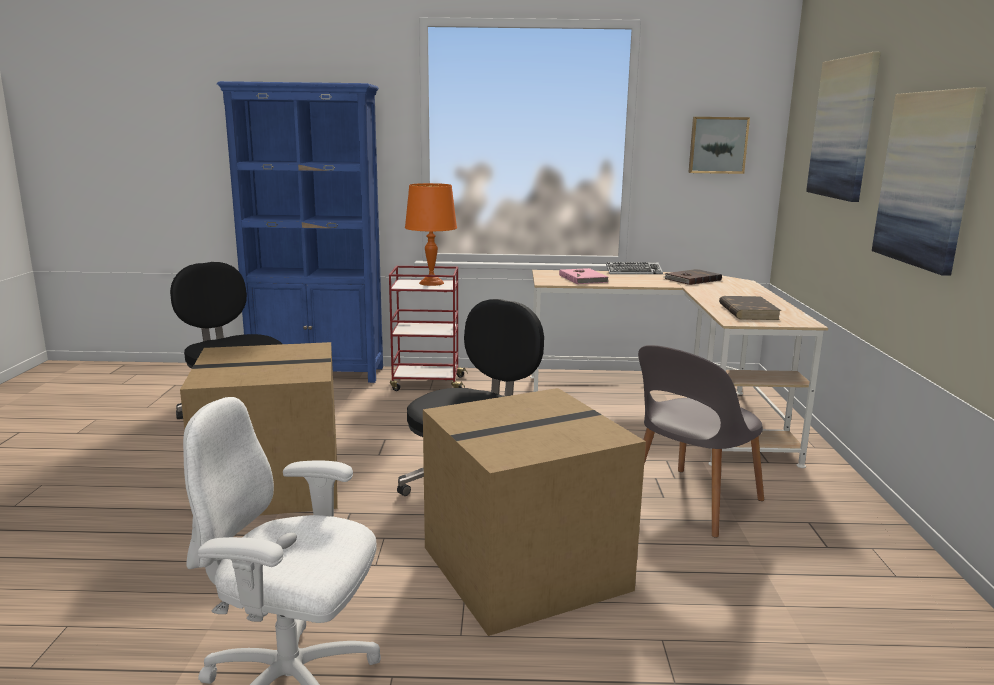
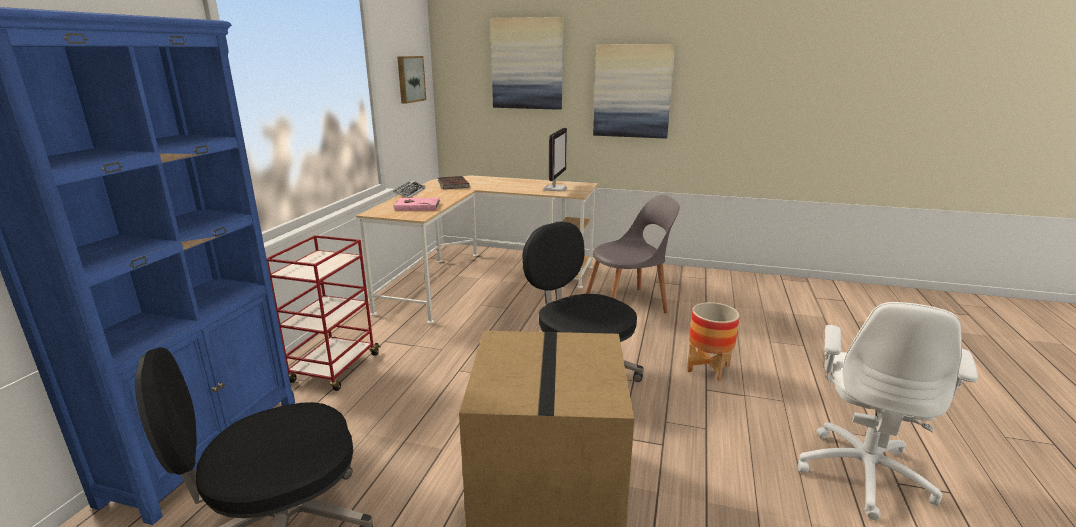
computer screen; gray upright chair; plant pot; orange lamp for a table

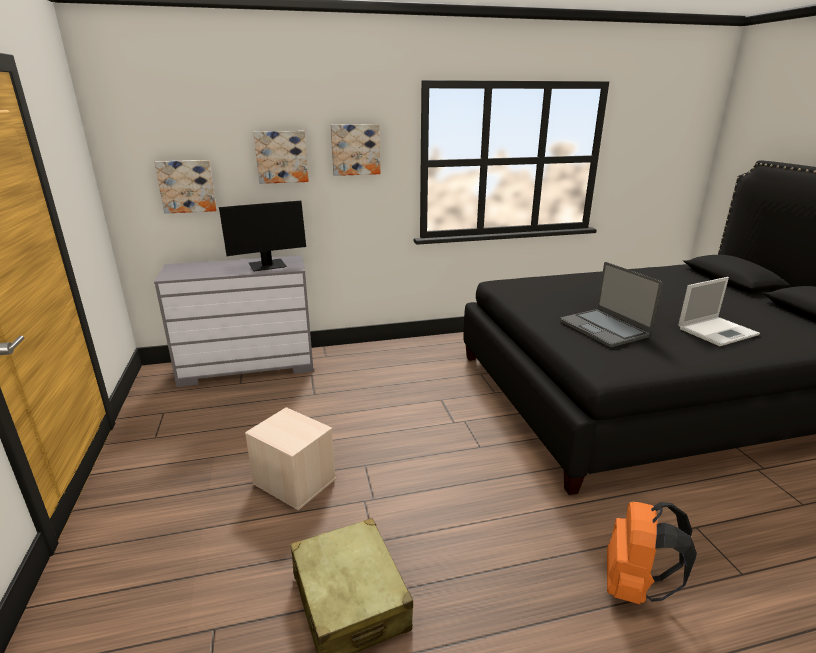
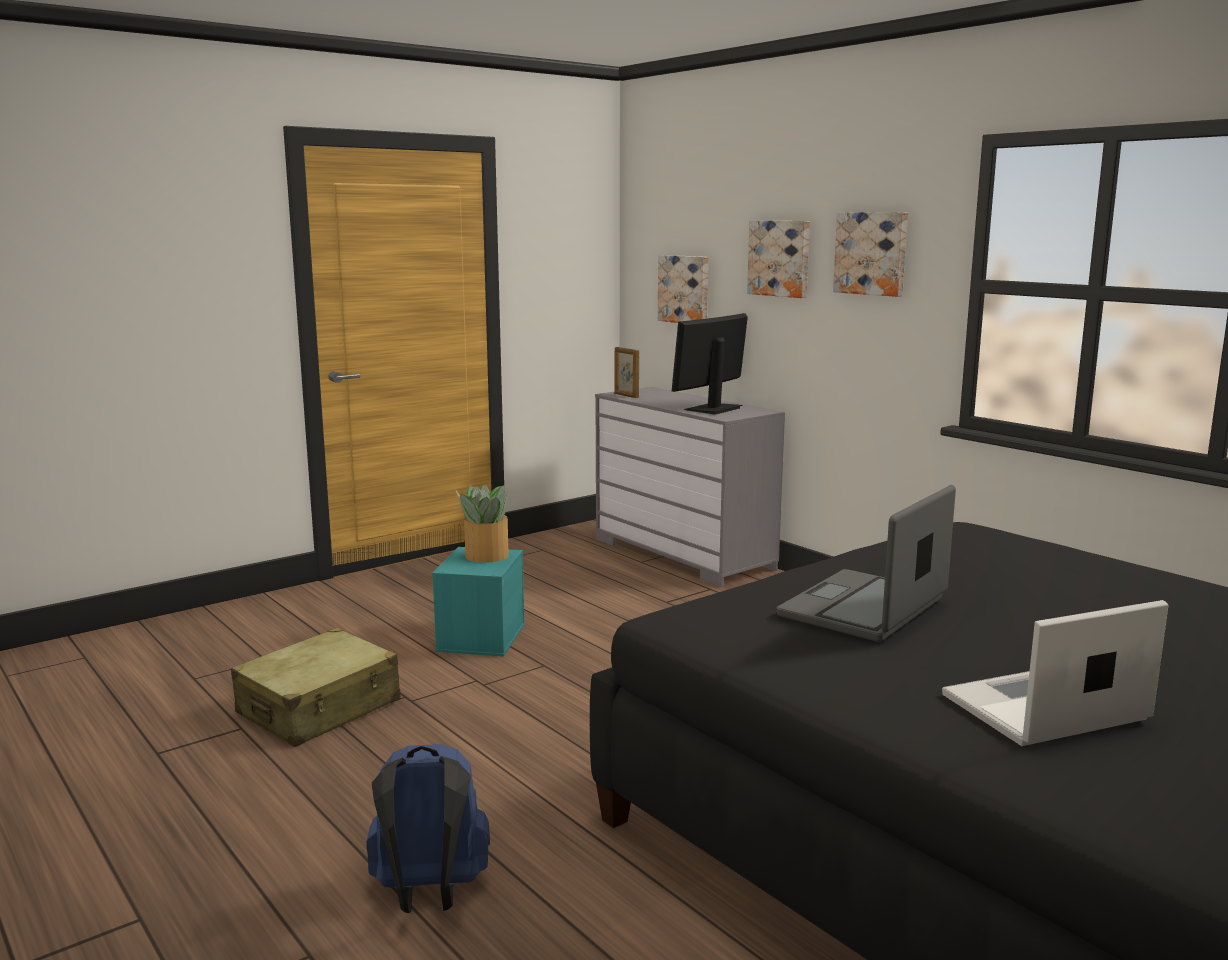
blue-coloured rucksack; turquoise-coloured storage box; plant in a pot; picture frame; computer screen; portable computer (no. 2 from left)

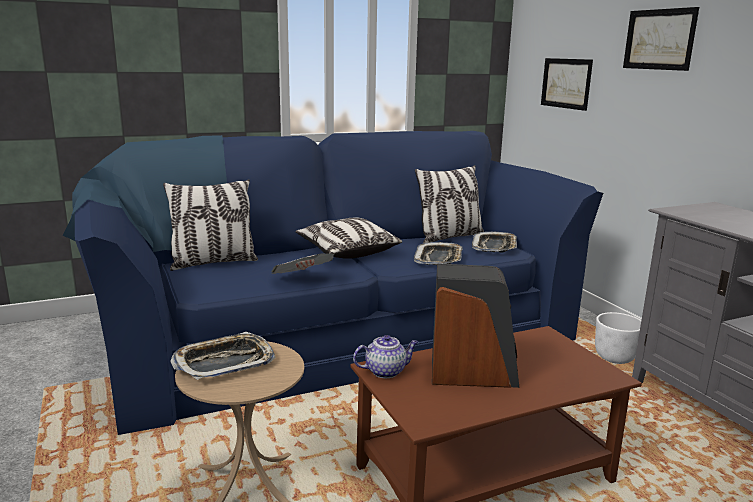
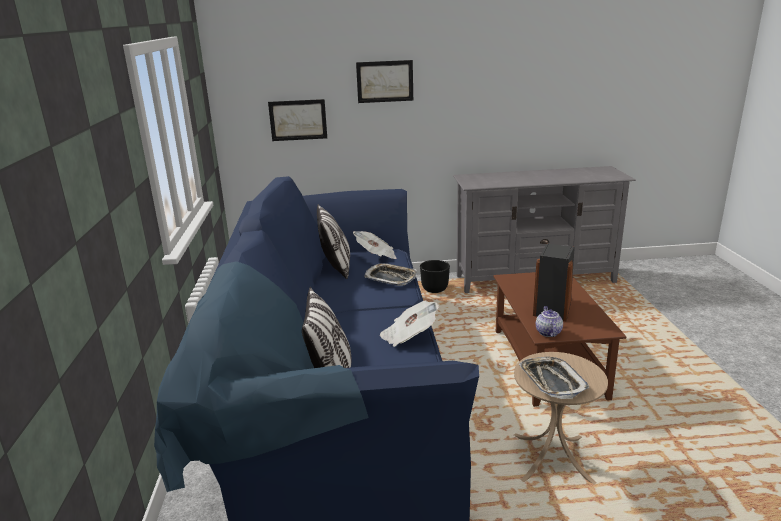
newspaper (no. 1 from left); black-coloured plant pot; cushion (no. 2 from left in the first image)

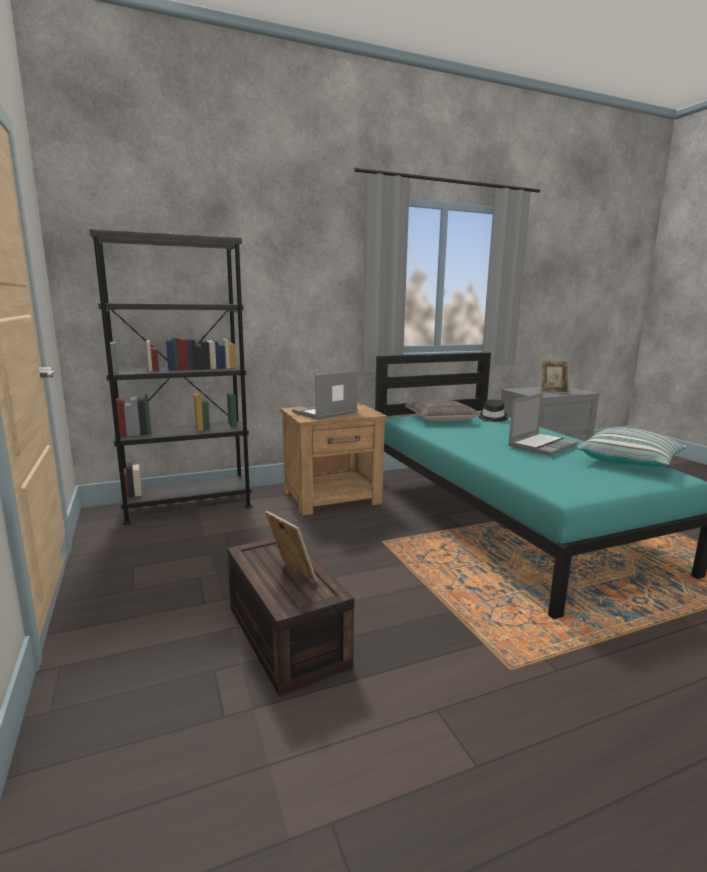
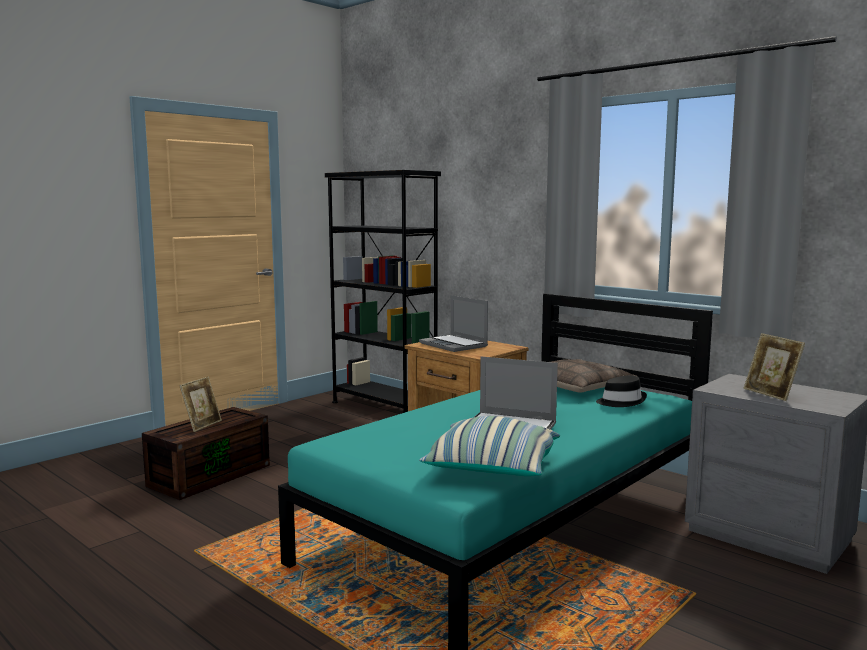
portable computer (no. 1 from left)

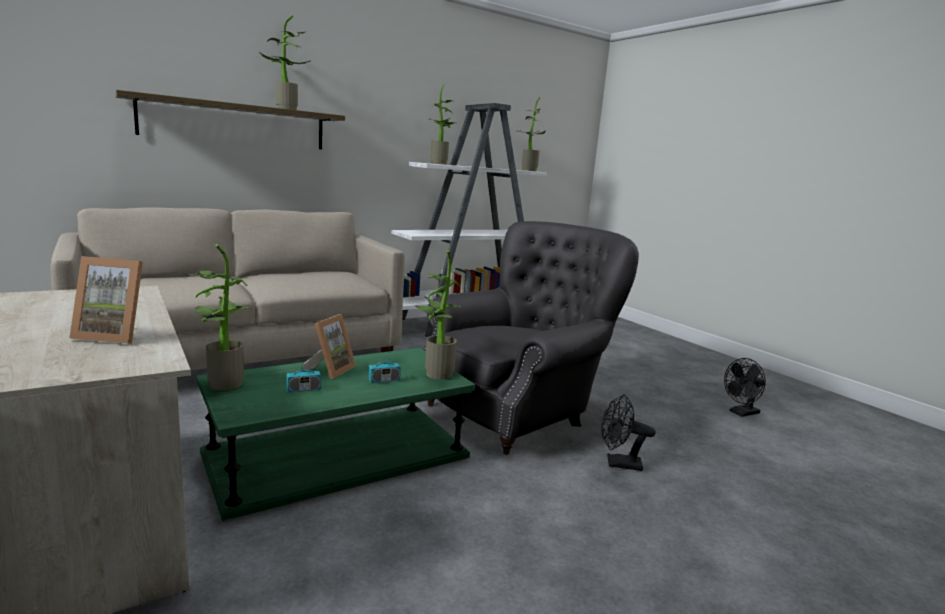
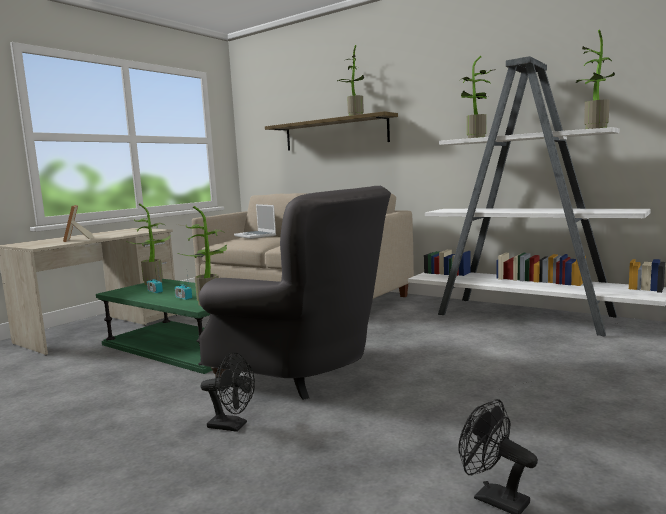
black-coloured electric fan (no. 1 from left); portable computer; picture frame (no. 2 from left in the first image)

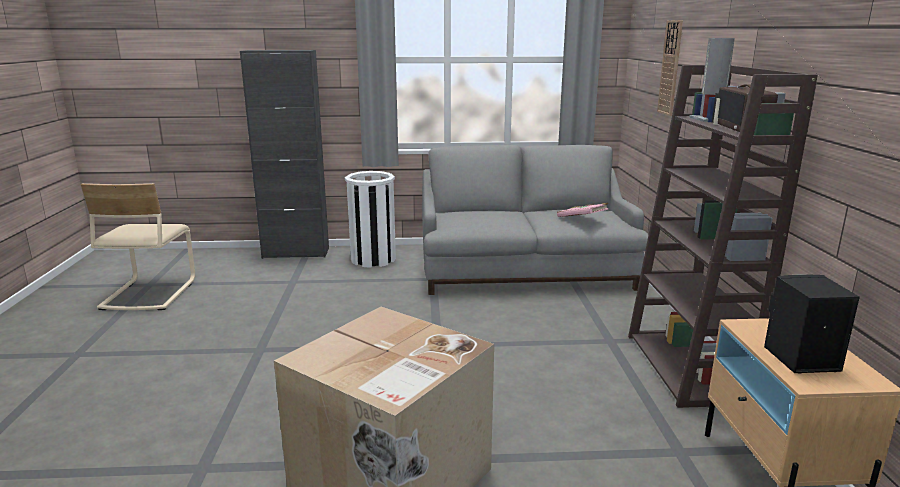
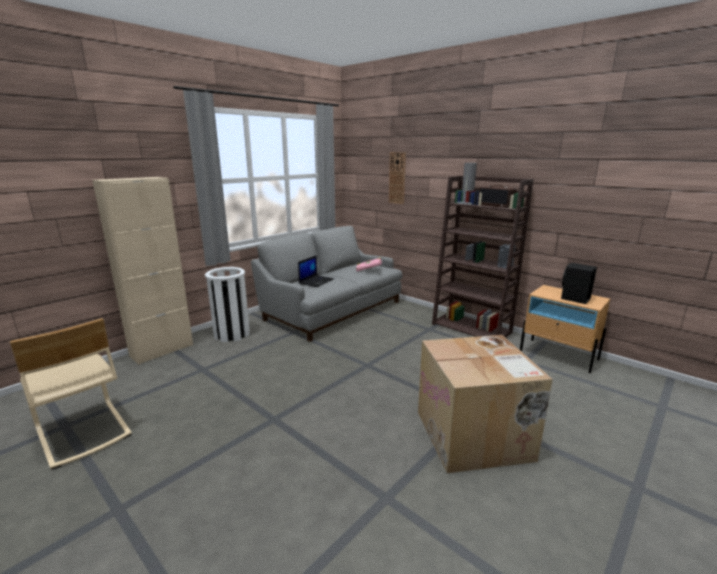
beige-coloured cupboard; portable computer

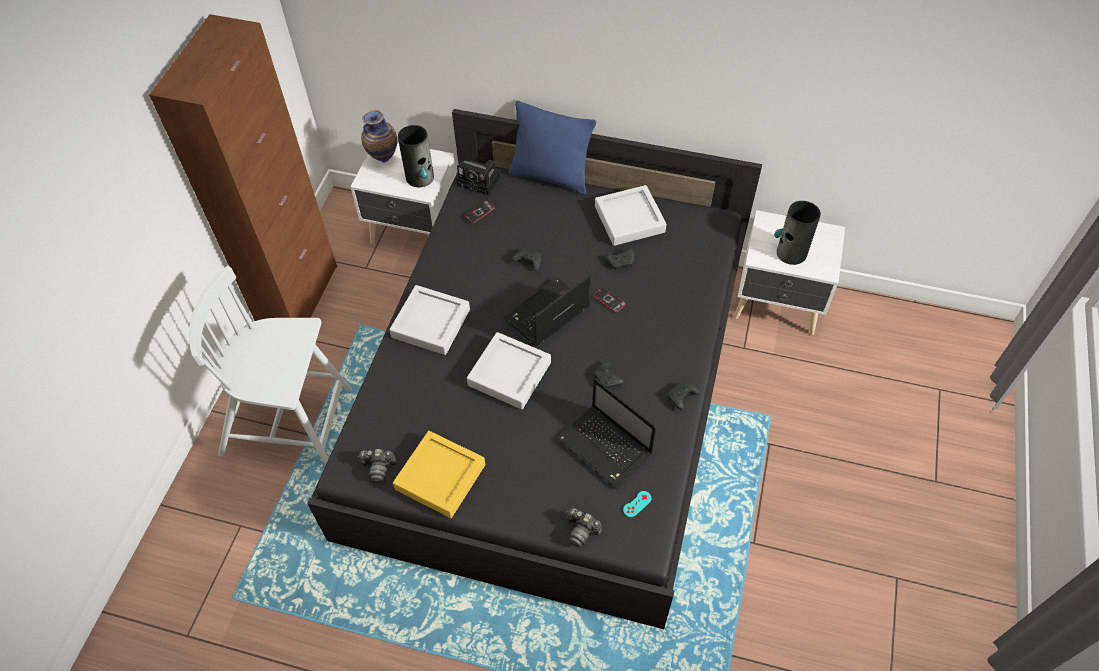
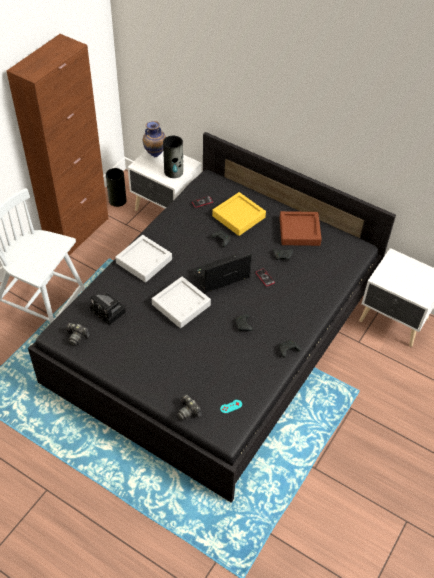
photo camera (no. 2 from left); vase (no. 1 from left); yellow-coloured carrying tray; brown-coloured carrying tray; blue-coloured cushion; portable computer (no. 2 from left in the first image)

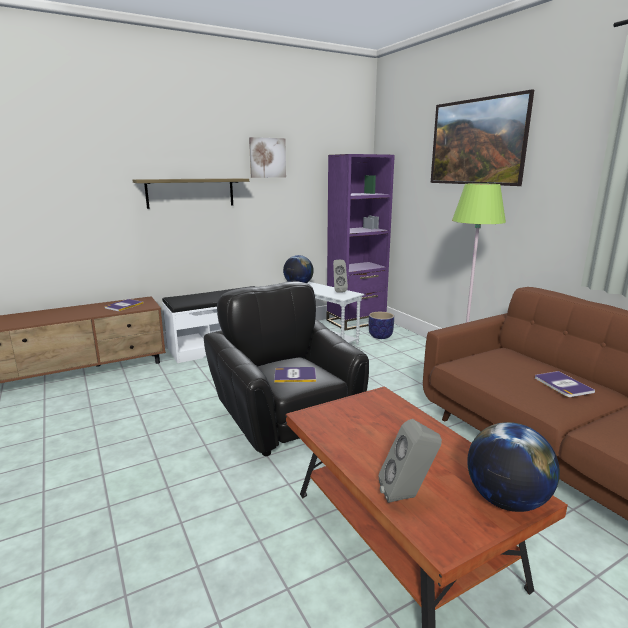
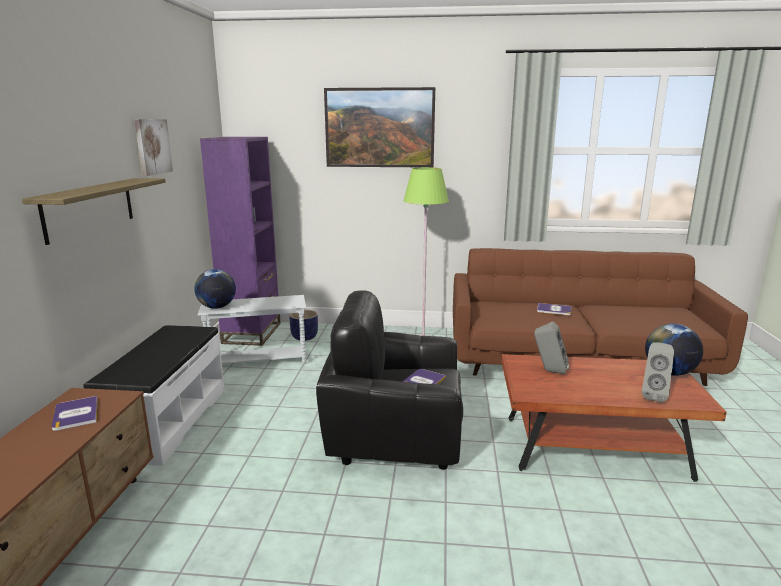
gray loudspeaker (no. 1 from left)

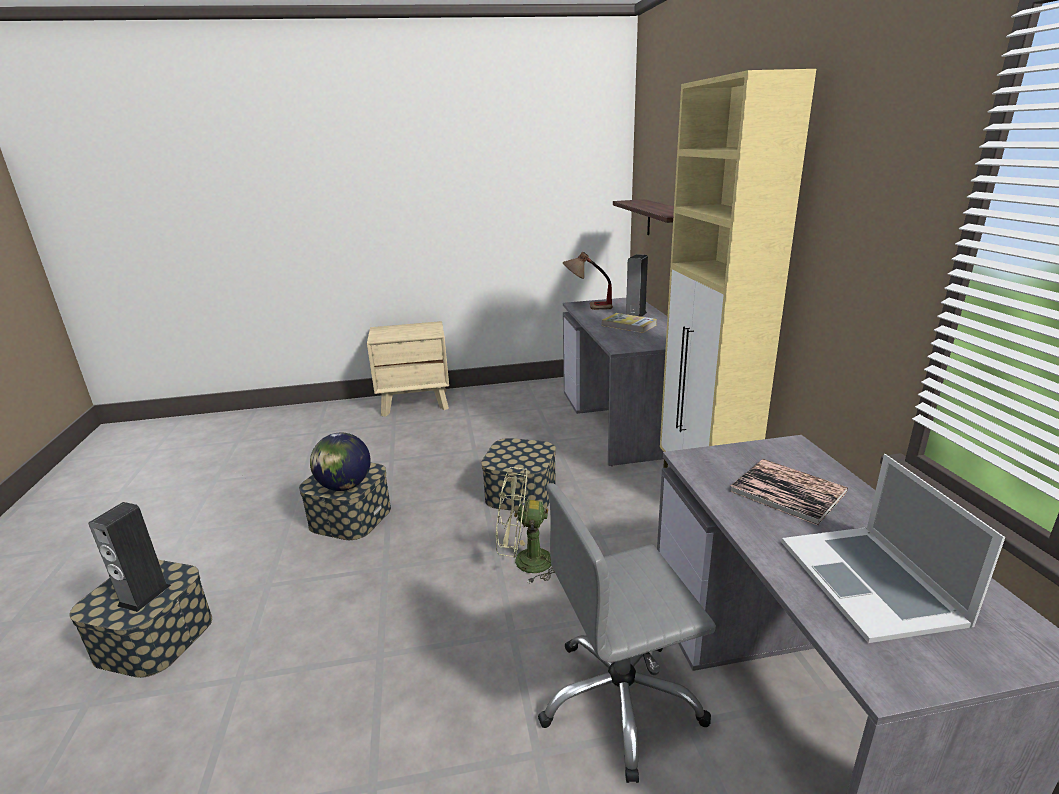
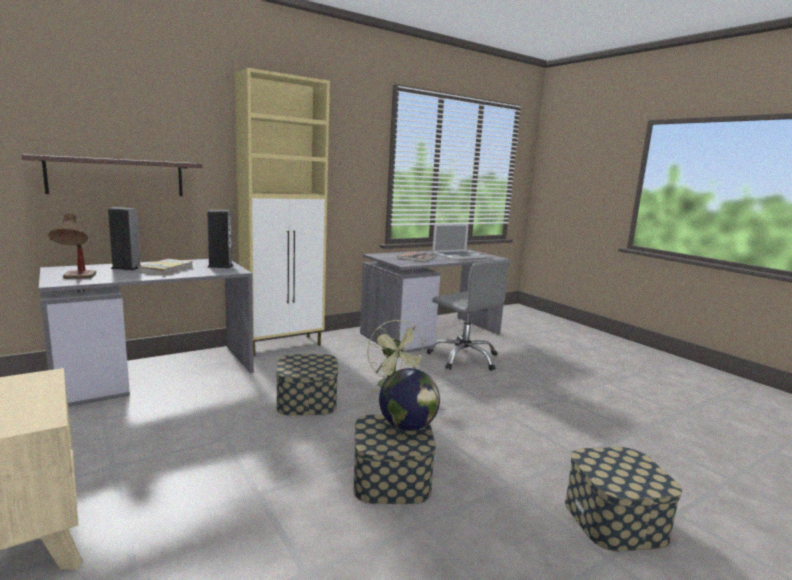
loudspeaker (no. 2 from left)

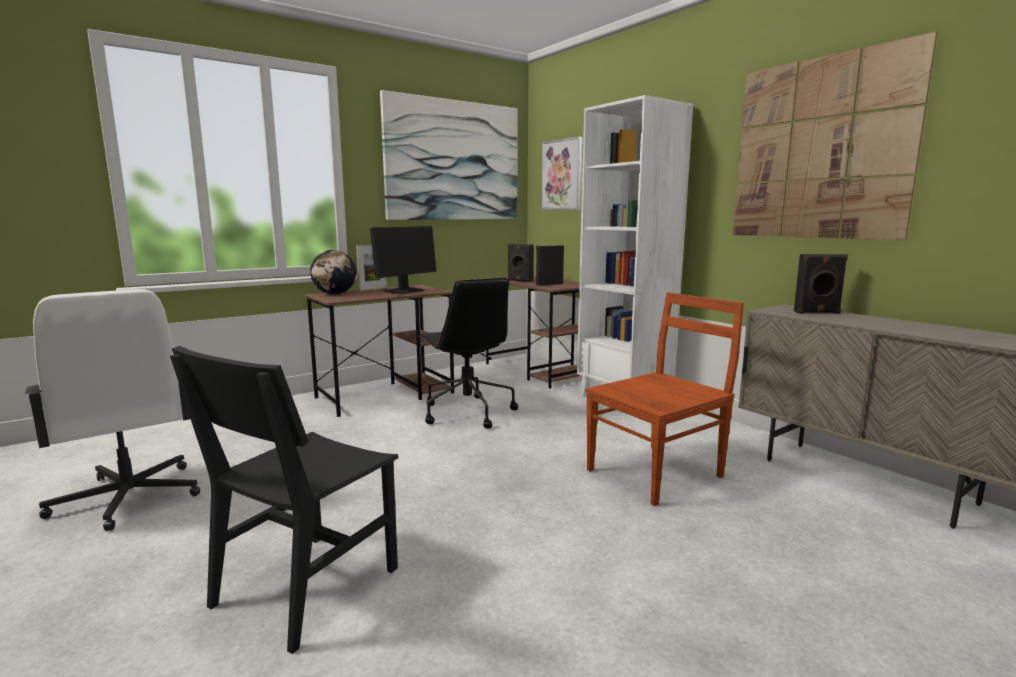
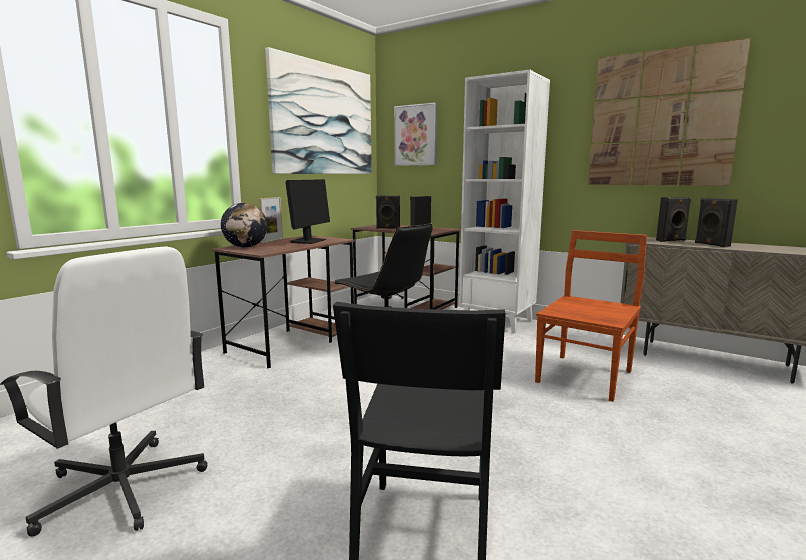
black-coloured loudspeaker (no. 4 from left)

